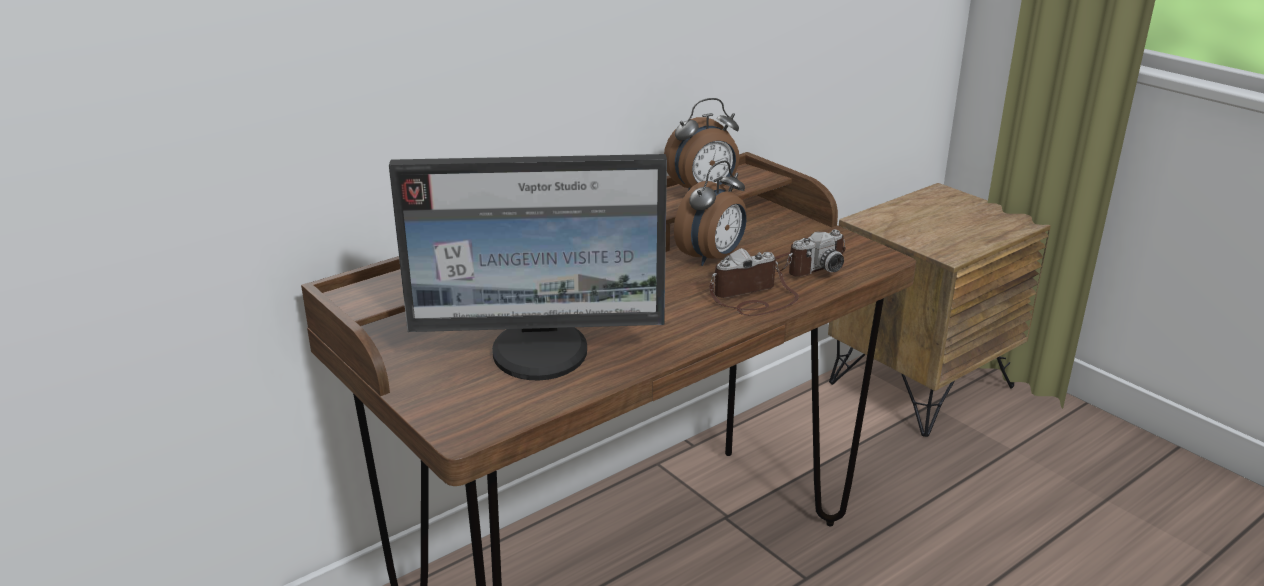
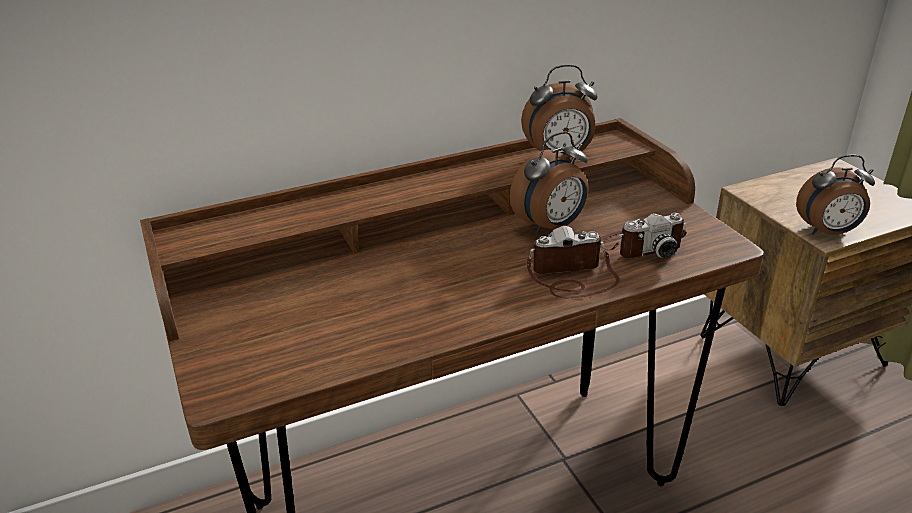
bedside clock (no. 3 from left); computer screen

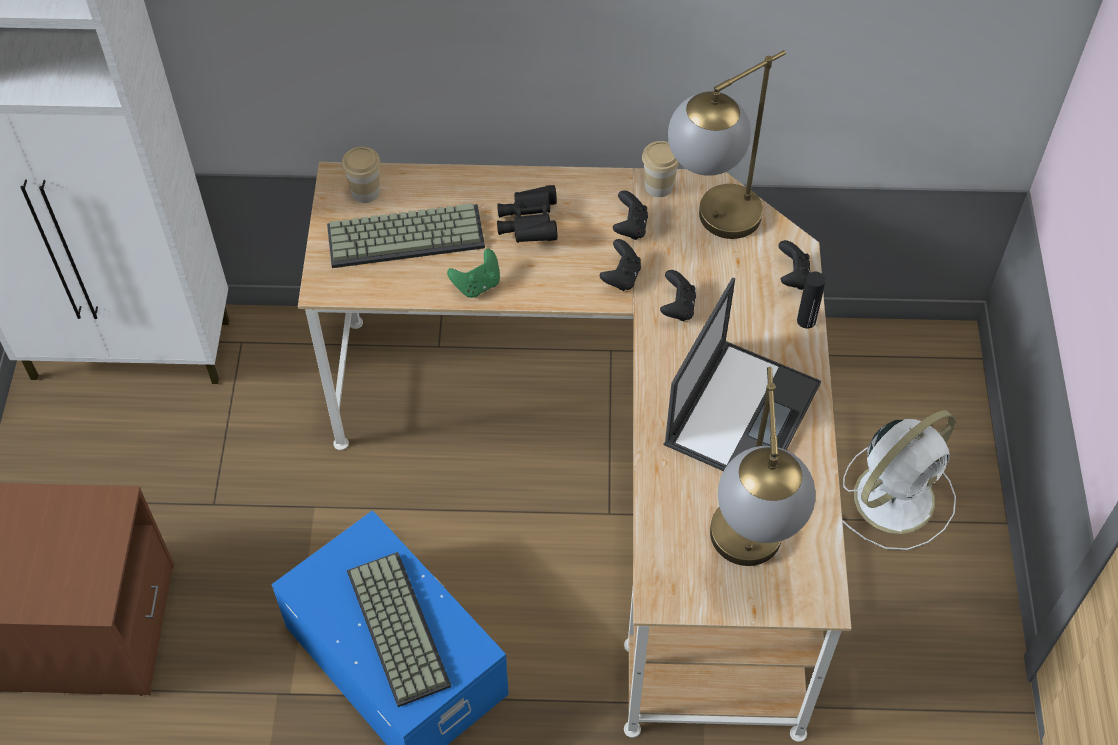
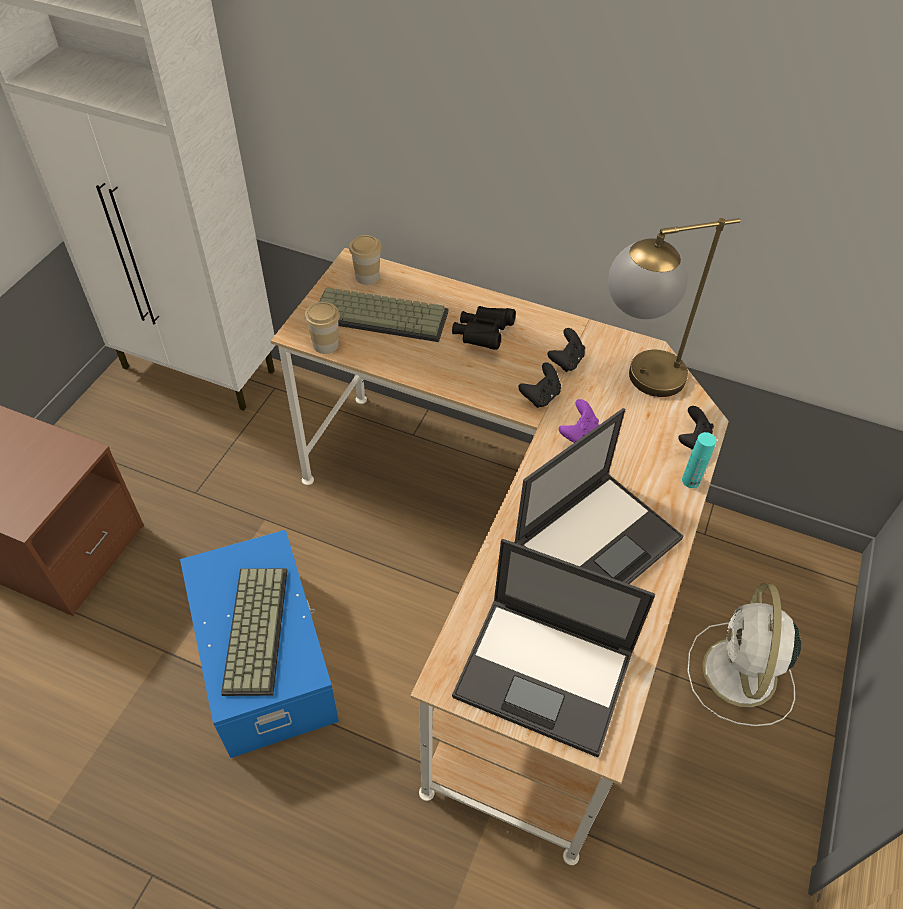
small cup (no. 1 from left); portable computer (no. 1 from left); purple-coloured gamepad; turquoise-coloured bottle; white-coloured electric fan; green gamepad

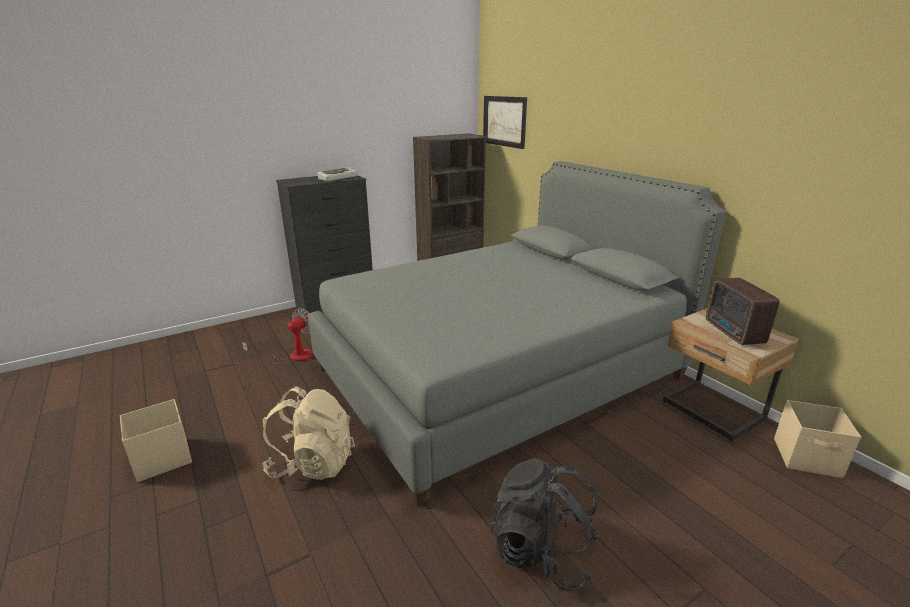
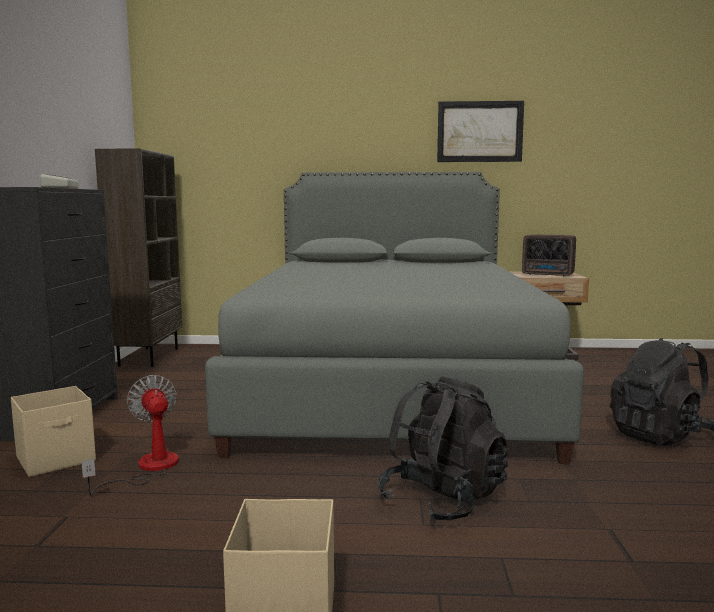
beige-coloured storage box (no. 1 from left); black-coloured rucksack (no. 1 from left); picture

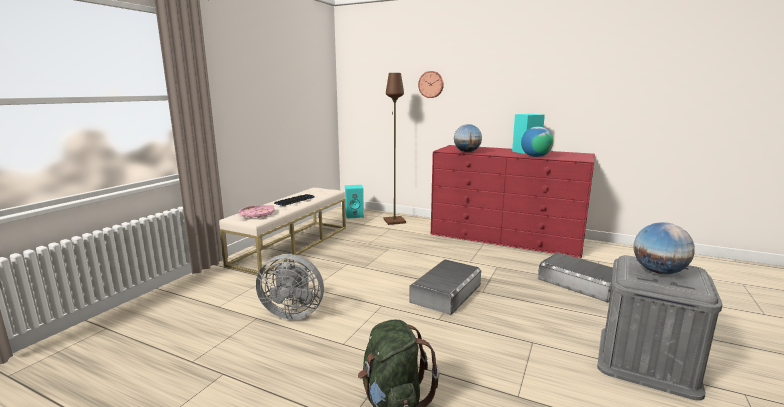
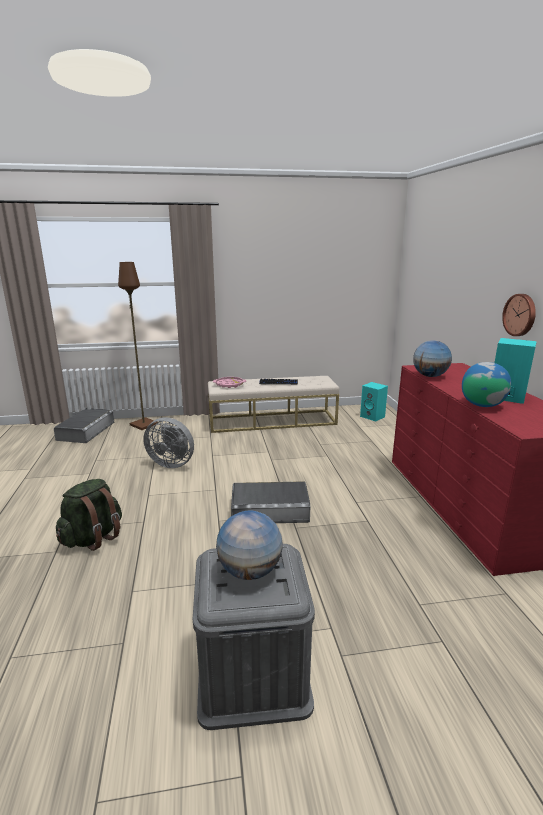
gray storage box (no. 1 from left); brown-coloured standard lamp; gray electric fan; hanging clock

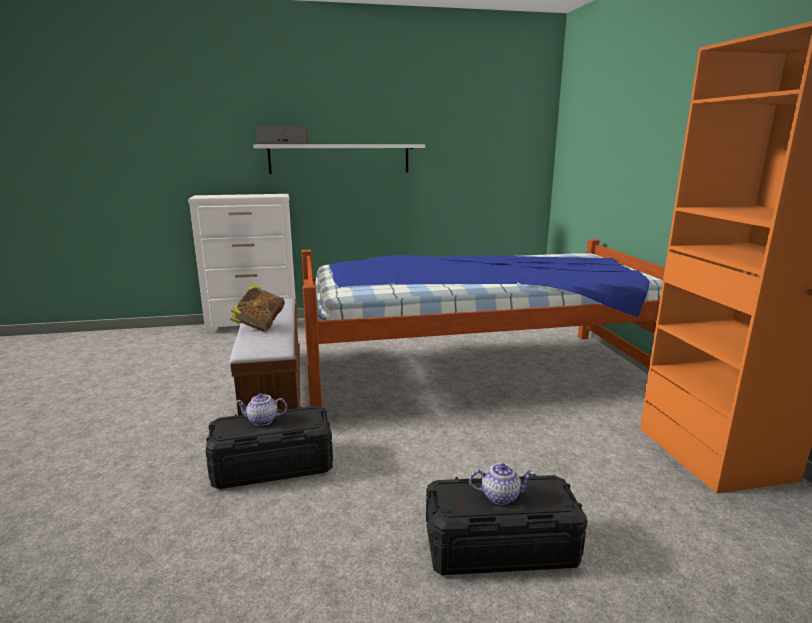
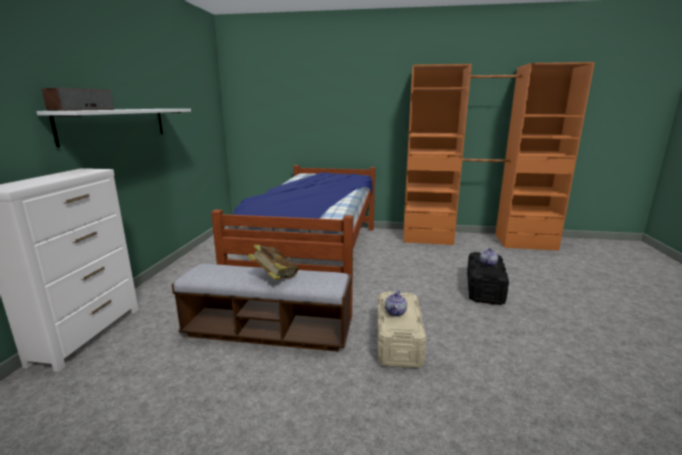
beige-coloured storage box

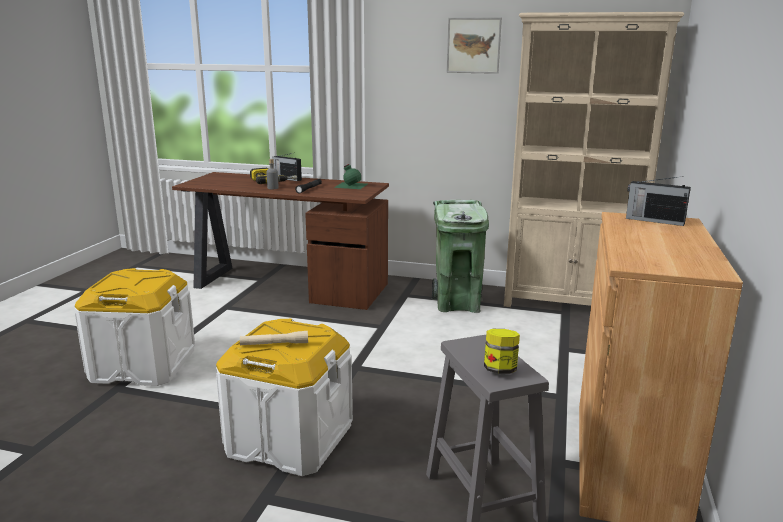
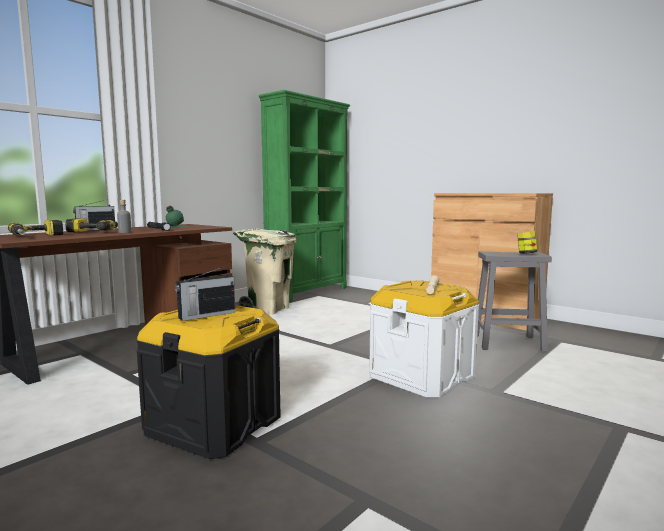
drill (no. 1 from left); black-coloured storage box; radio receiver (no. 2 from left); beige-coloured waste bin; green shelving unit; picture

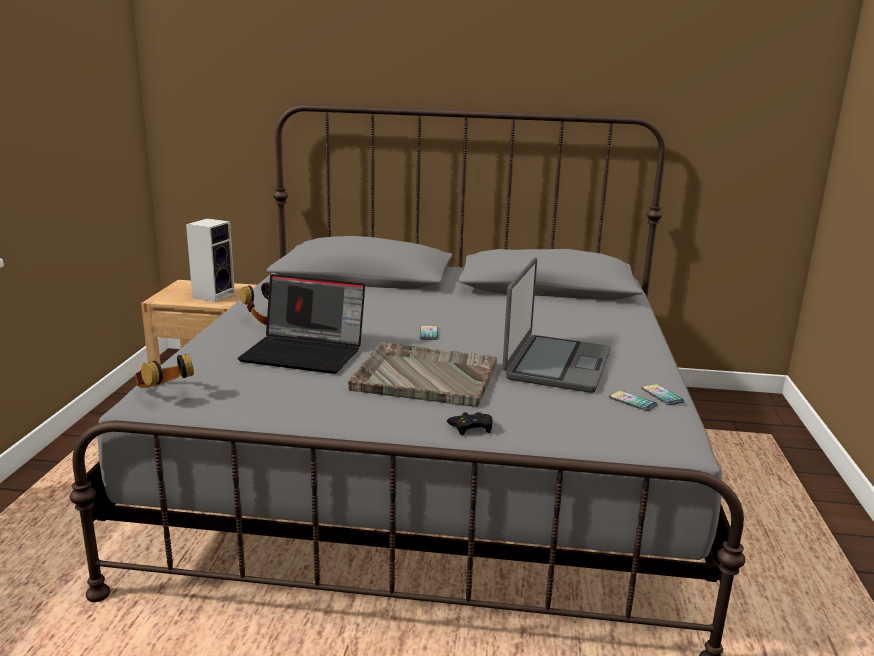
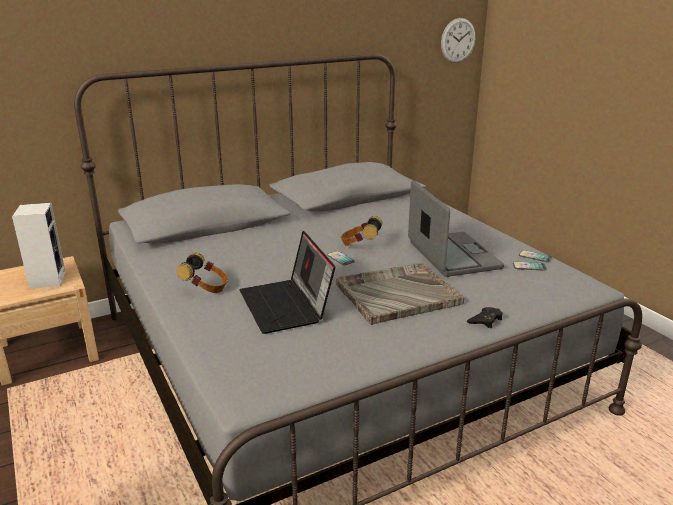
portable computer (no. 1 from left); pair of headphones (no. 2 from left); hanging clock

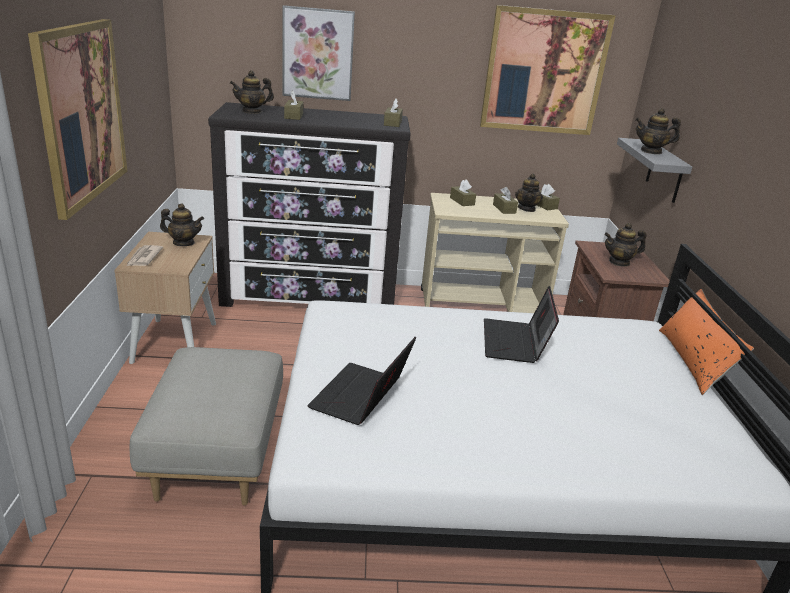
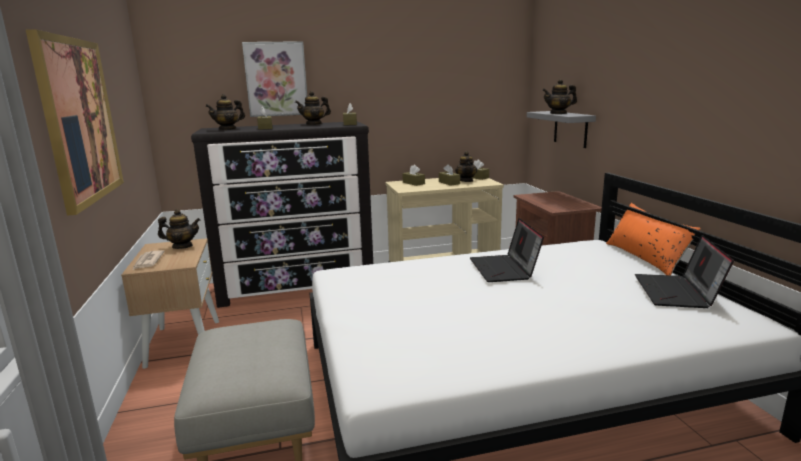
pot for tea (no. 3 from left); portable computer (no. 2 from left); picture (no. 3 from left in the first image)

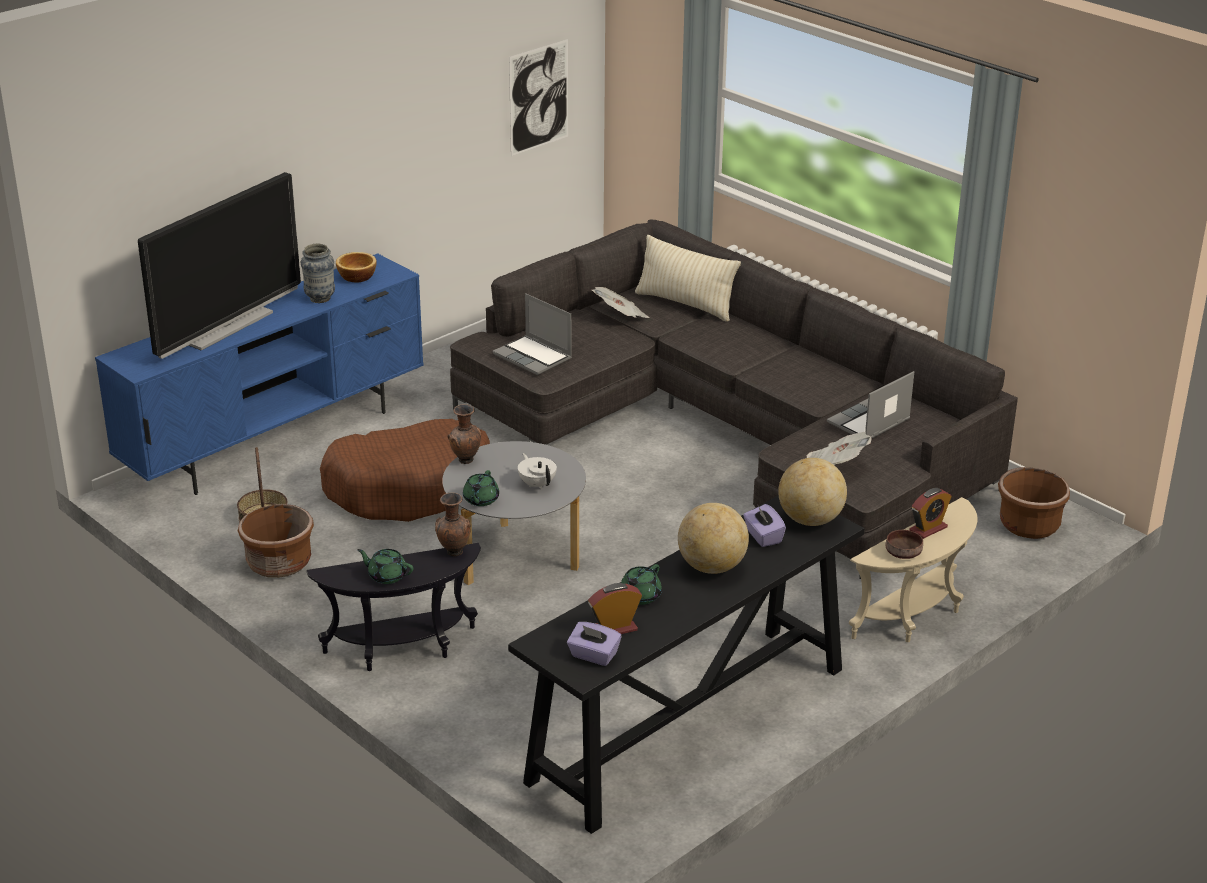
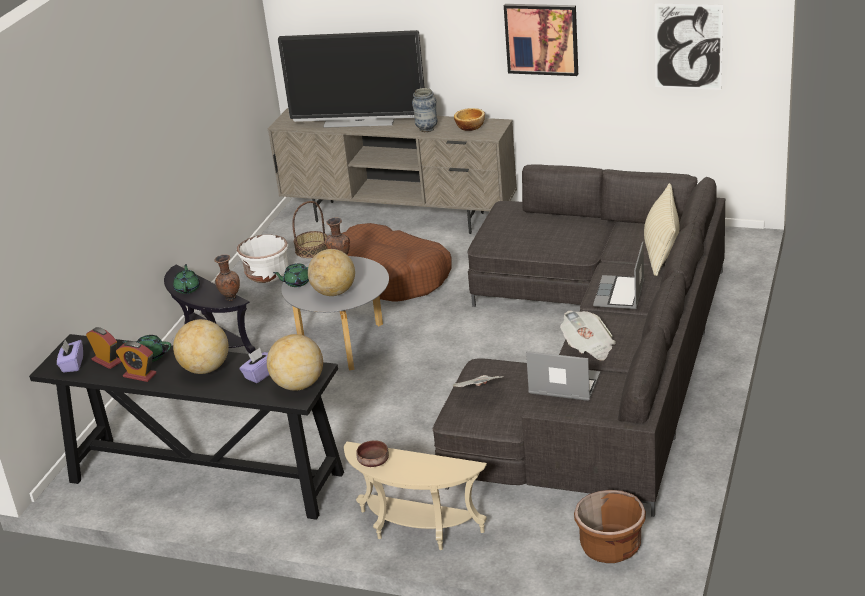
bedside clock (no. 2 from left); white-coloured plant pot; beige-coloured media console; world globe (no. 3 from left); picture (no. 1 from left); newspaper (no. 2 from left); portable computer (no. 2 from left)

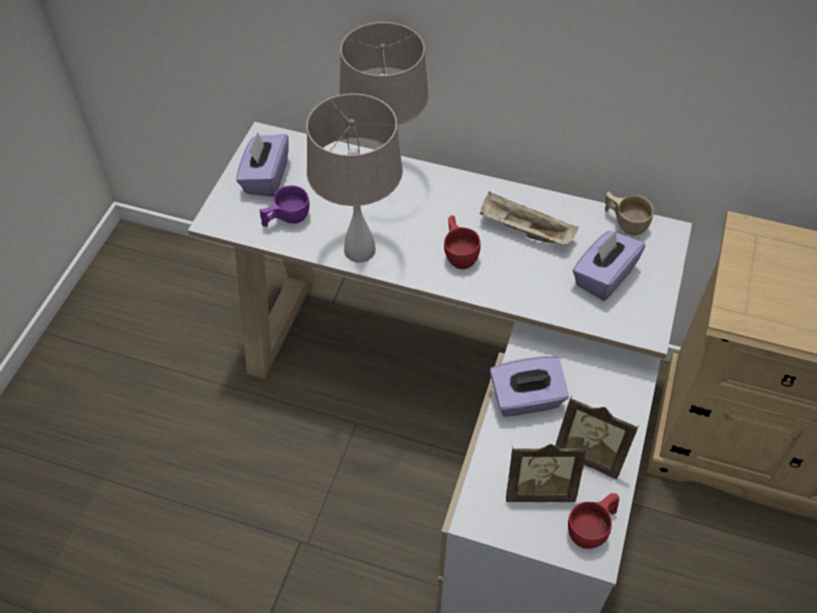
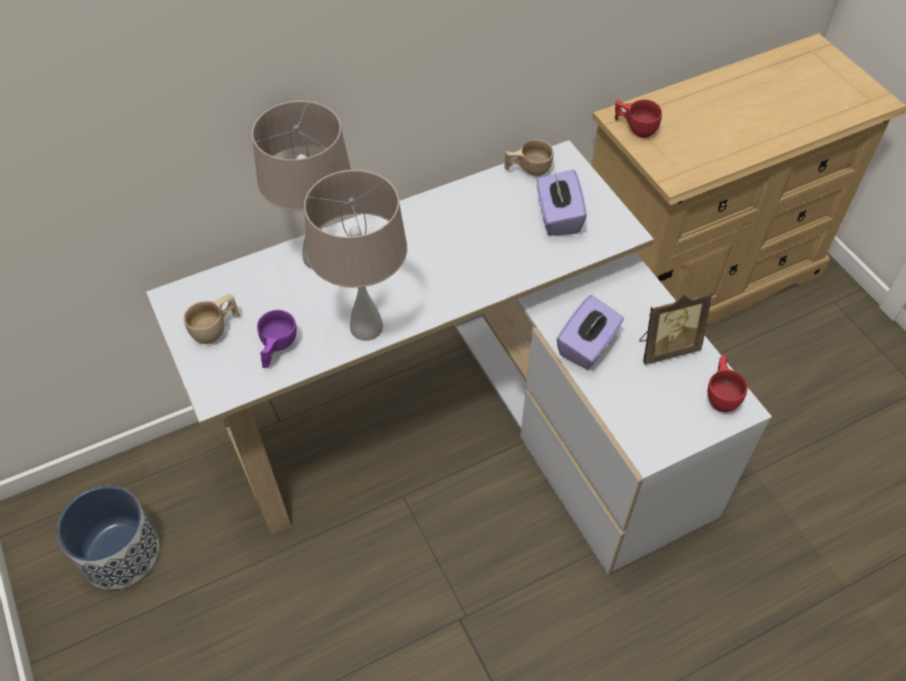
plant pot; beige-coloured small cup (no. 1 from left); reddish small cup (no. 1 from left); beige-coloured carrying tray; picture frame (no. 1 from left in the first image)

